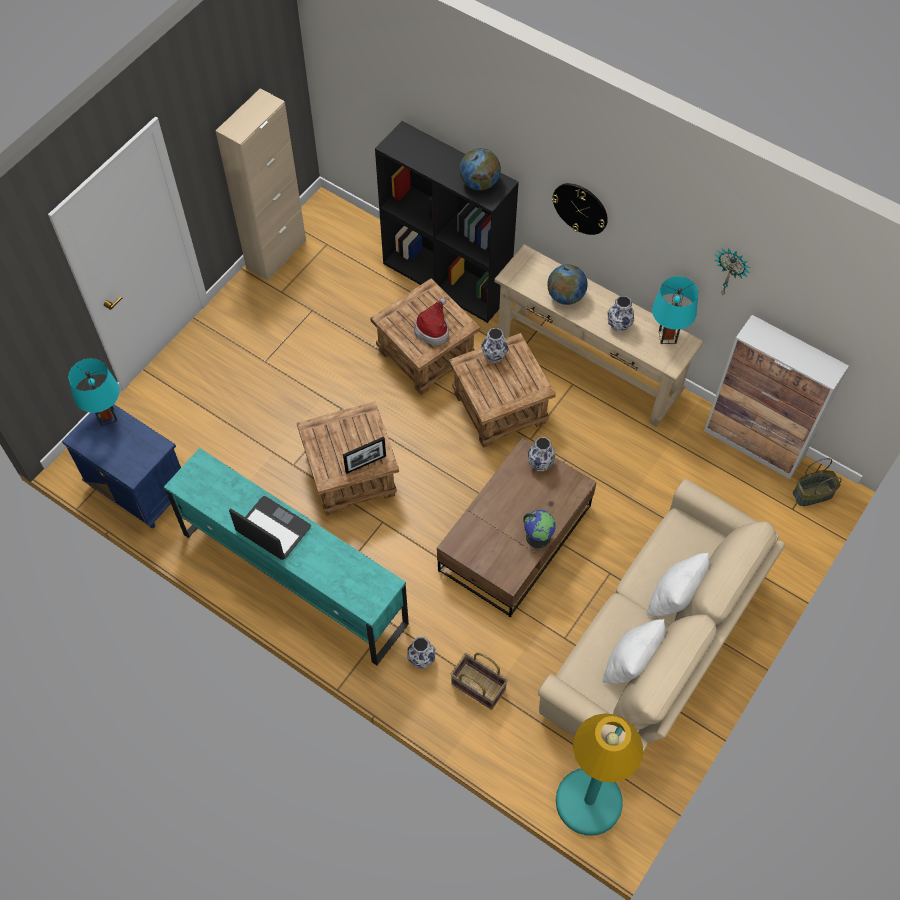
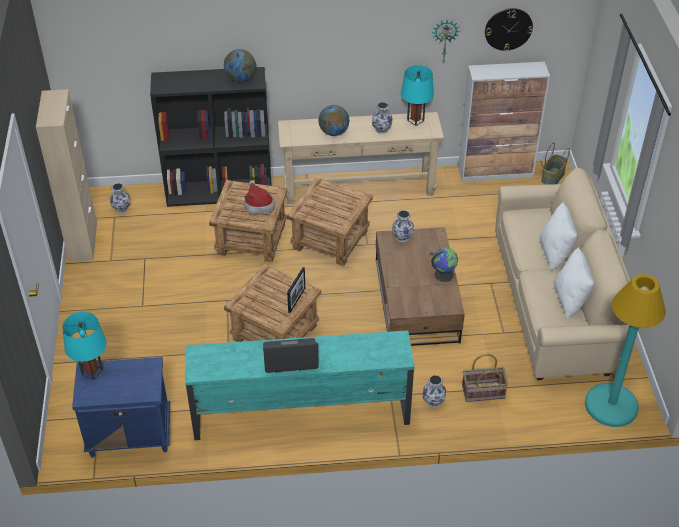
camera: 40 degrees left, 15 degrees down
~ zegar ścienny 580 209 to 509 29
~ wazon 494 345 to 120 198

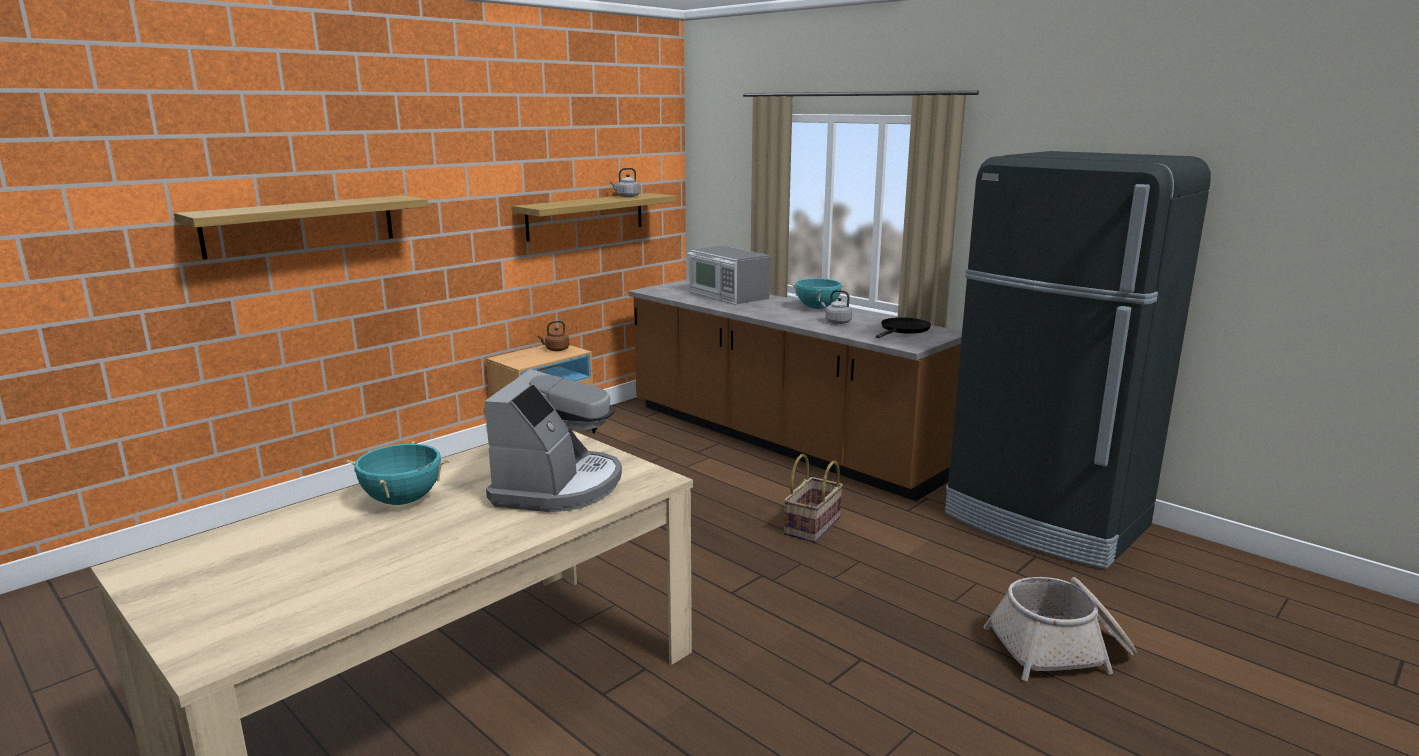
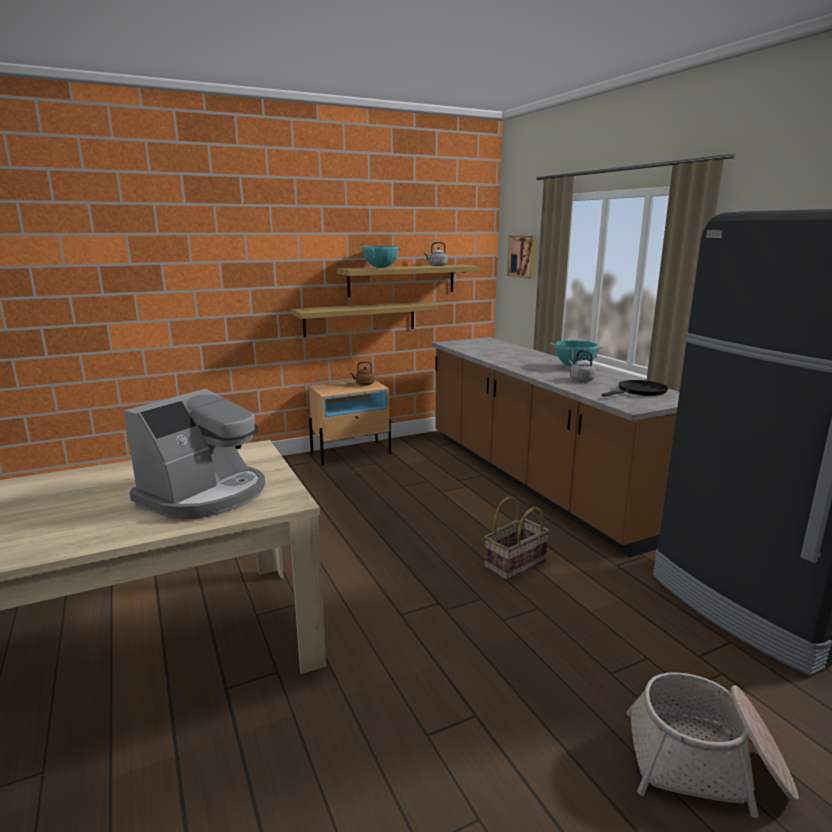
camera: 20 degrees right, 0 degrees up
~ półka 301 227 to 364 319
- mikrofalówka 729 275
~ garnek/turkusowy 398 473 to 381 257
+ obraz 522 257

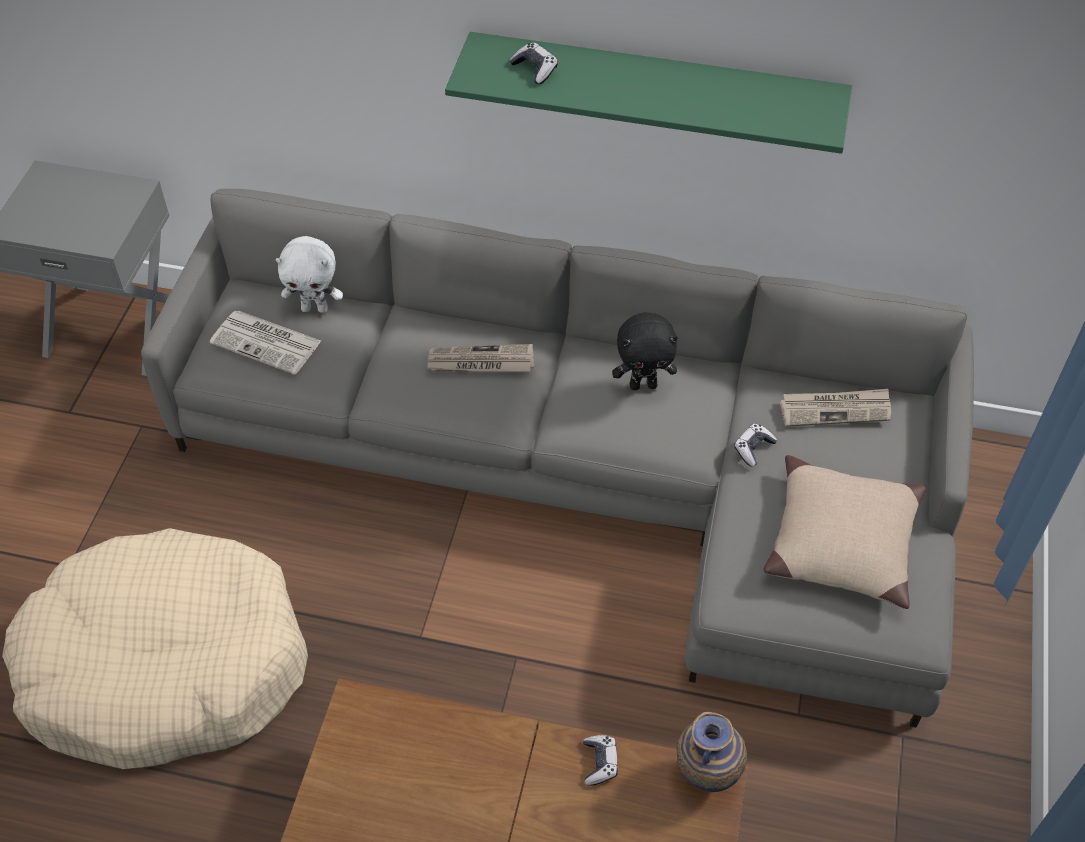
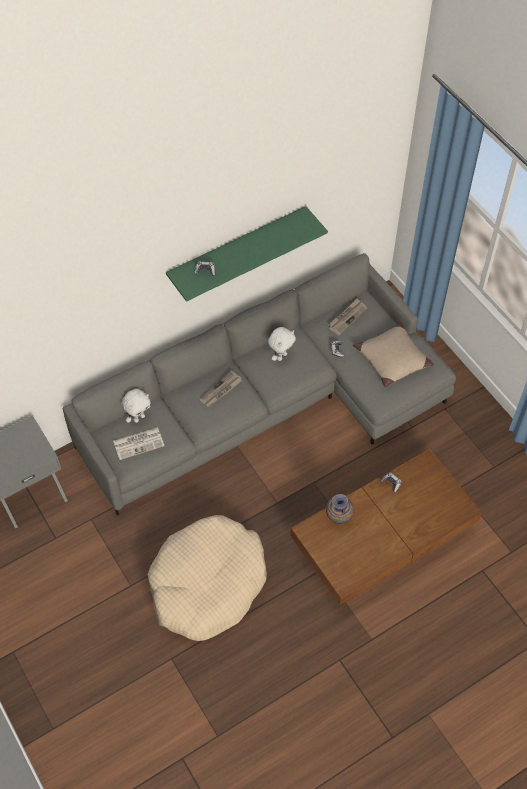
camera: 45 degrees left, 5 degrees up
~ pluszak/czarny 645 351 to pluszak/biały 282 344
~ wazon 711 752 to 340 509

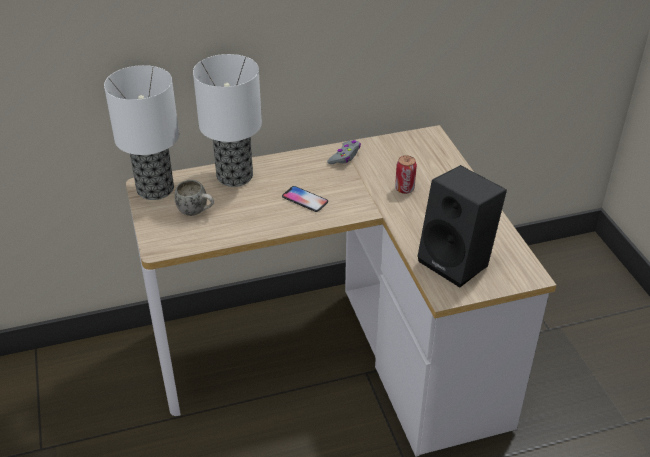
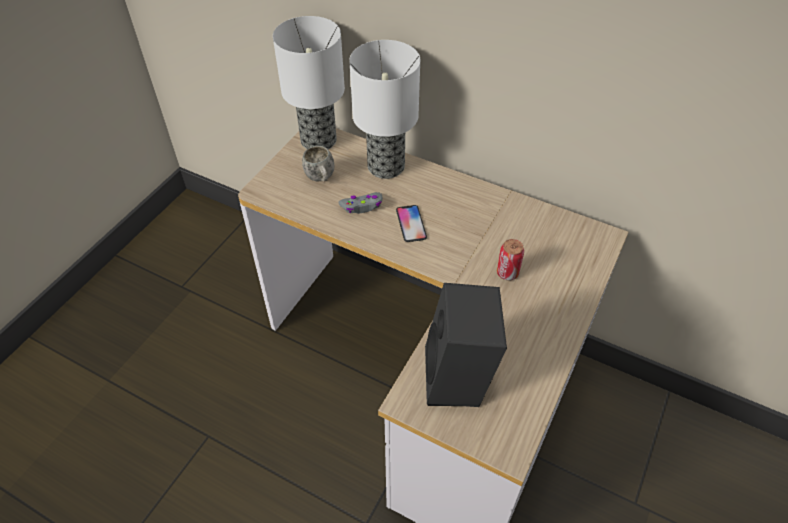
camera: 45 degrees right, 10 degrees up
~ pad do gier/szary 344 152 to 360 203

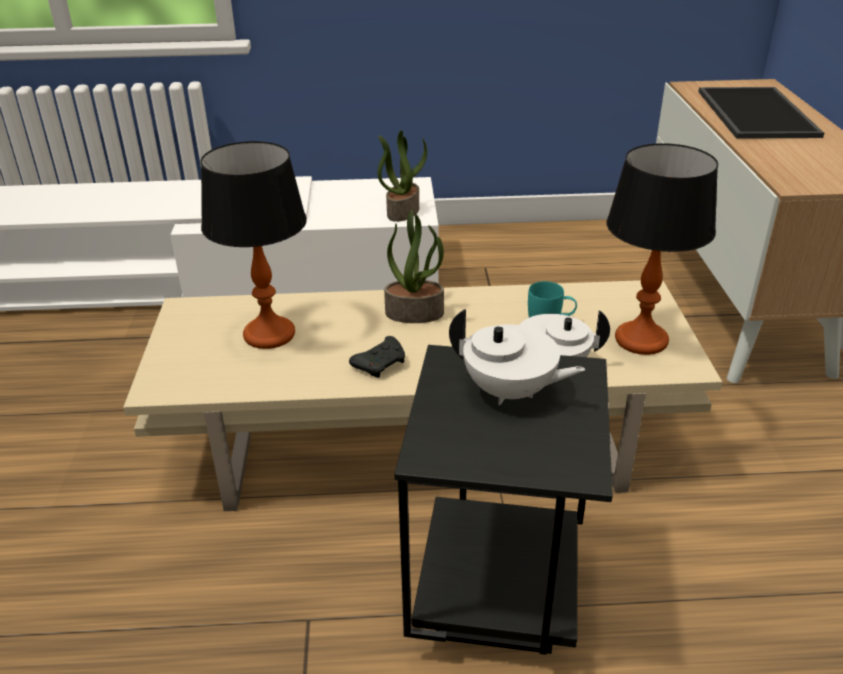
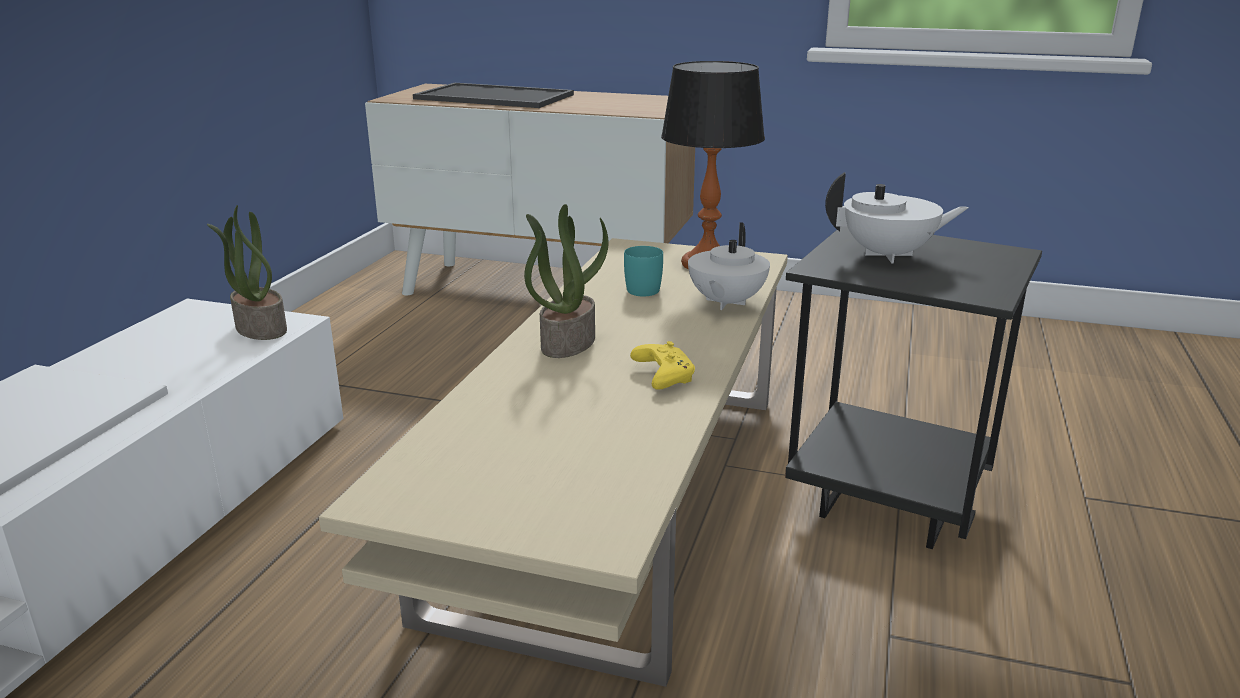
camera: 70 degrees left, 10 degrees down
- lampa stołowa 254 245
~ imbryk/biały 517 357 = 897 217 45 degrees clockwise
~ pad do gier/czarny 377 357 to pad do gier/żółty 662 365

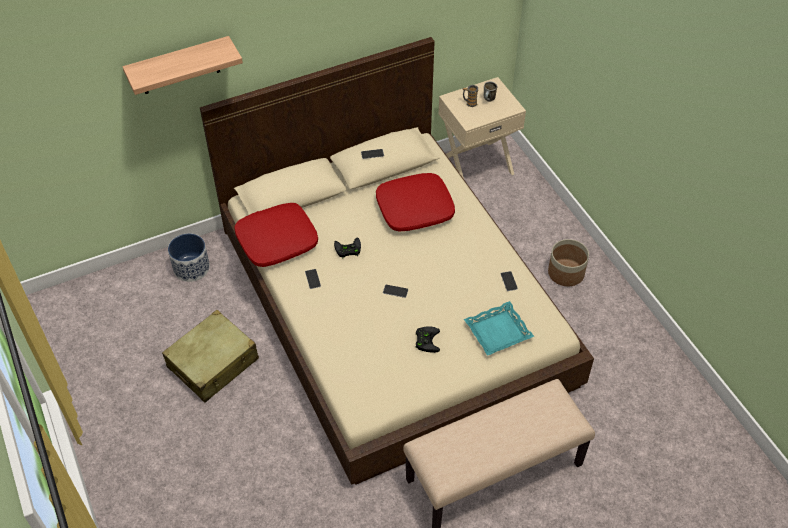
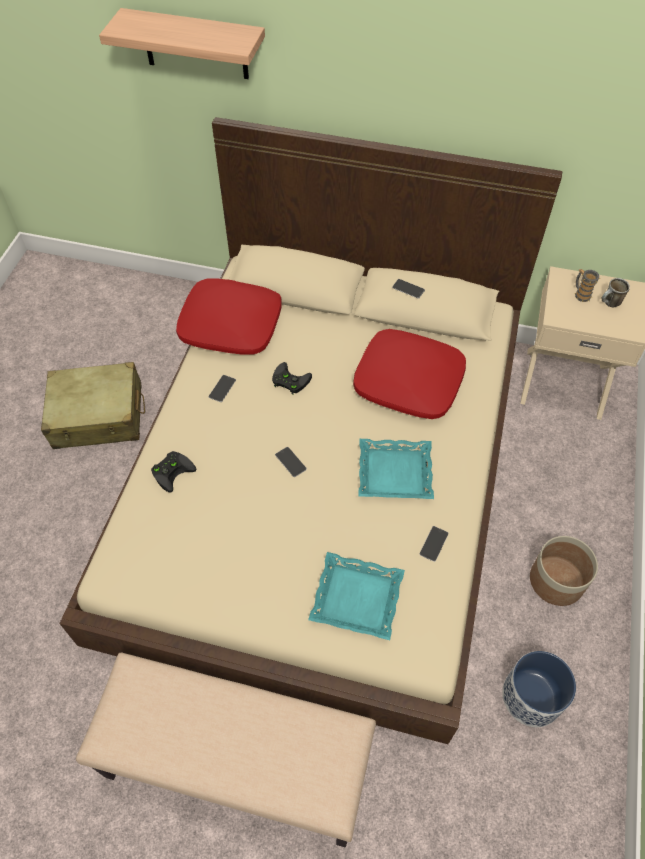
camera: 40 degrees right, 5 degrees up
~ donica 189 257 to 539 689
~ pad do gier/czarny 428 339 to 173 471
+ taca/turkusowy 396 469

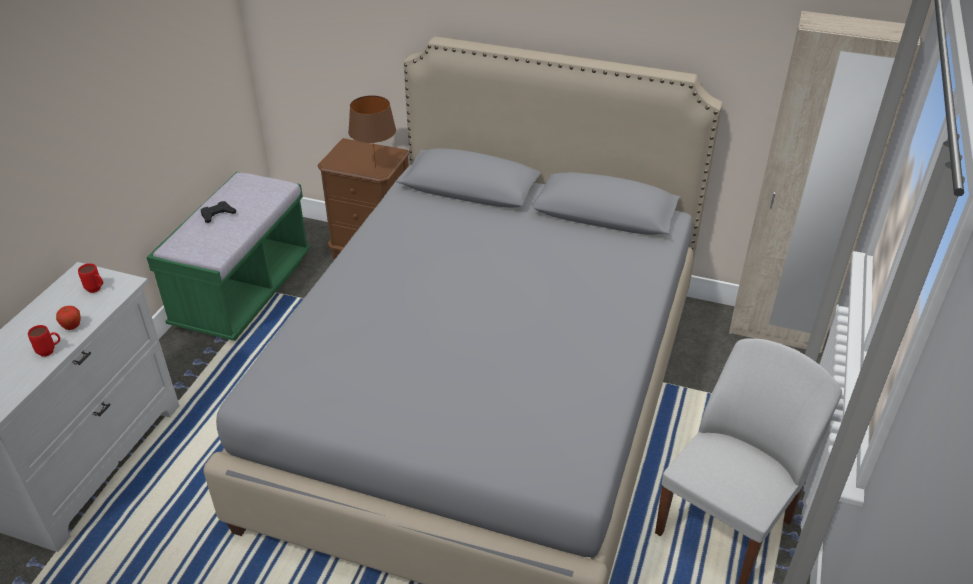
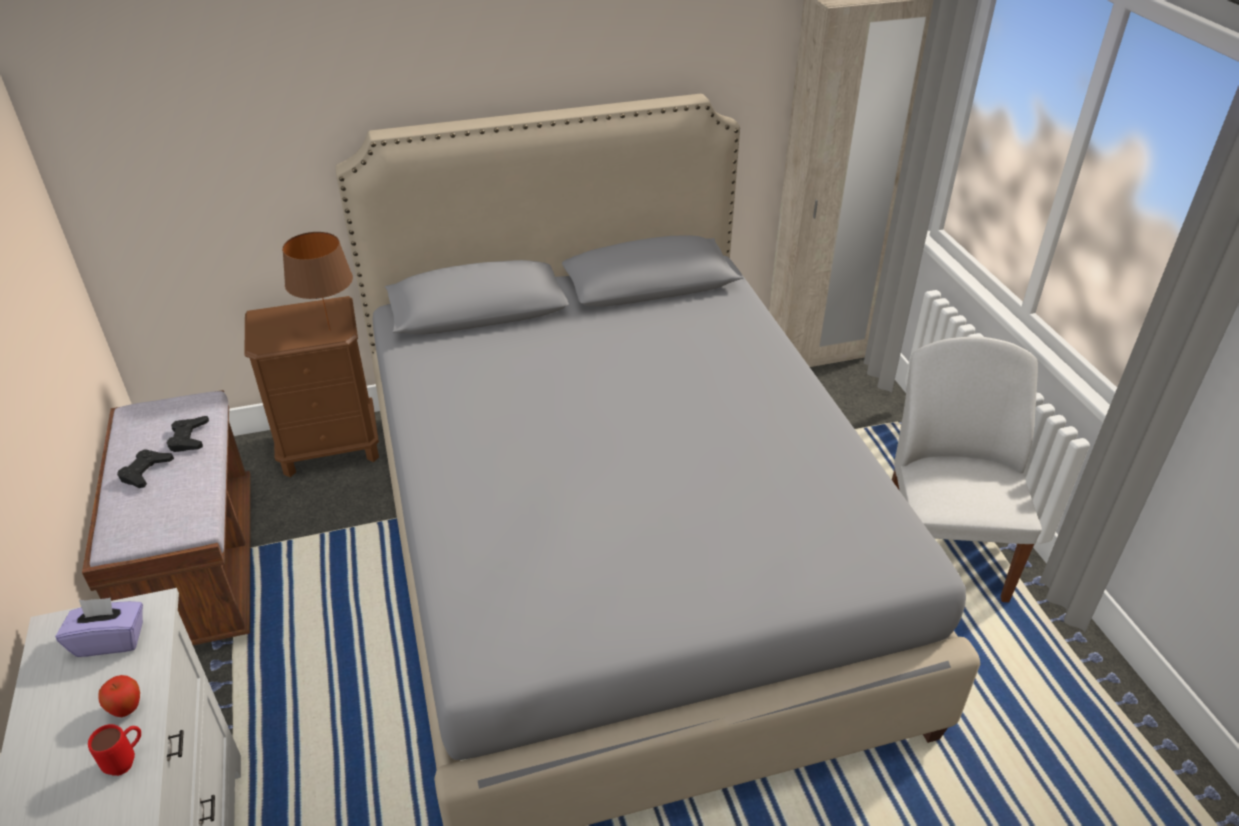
camera: 35 degrees left, 0 degrees up
~ ławka/zielony 228 256 to ławka/brązowy 166 517
~ kubek/czerwony 90 278 to pudełko chusteczek/fioletowy 99 627
+ pad do gier/czarny 188 434

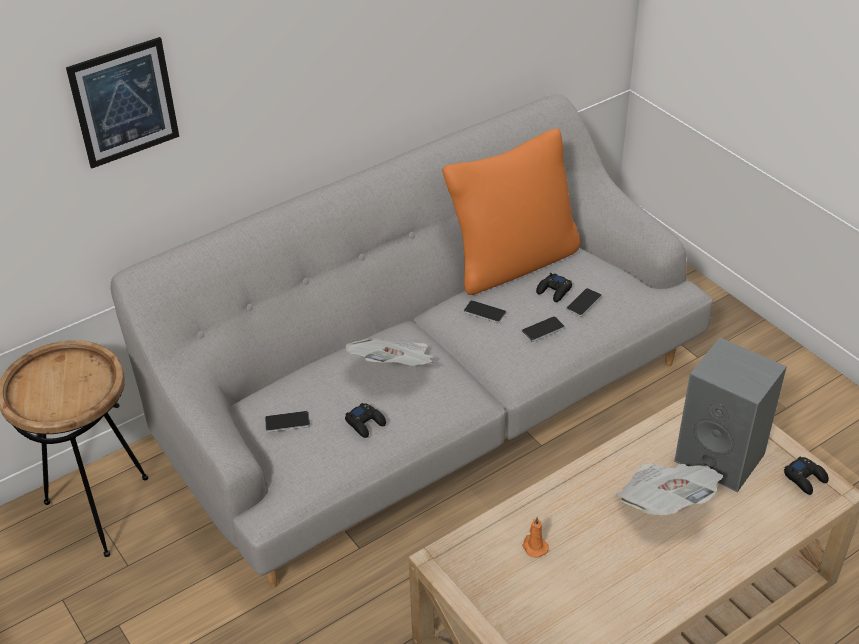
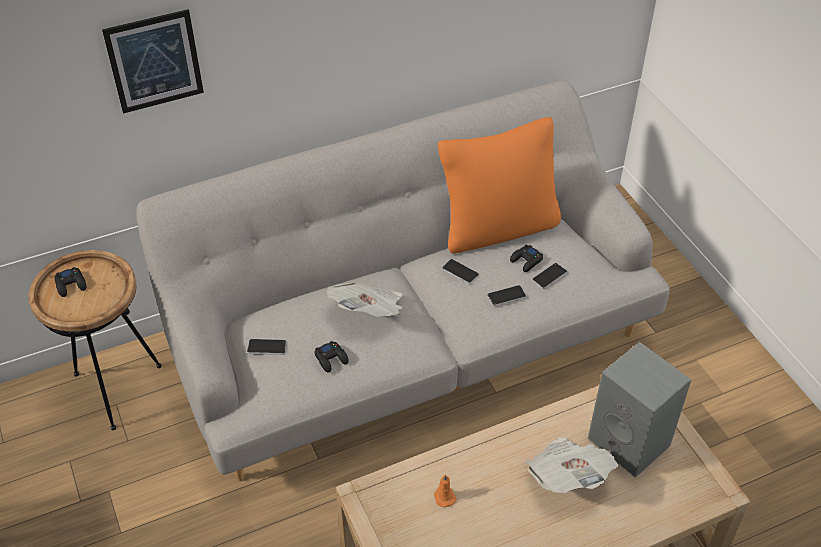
camera: 10 degrees right, 5 degrees up
~ pad do gier/czarny 806 476 to 70 282

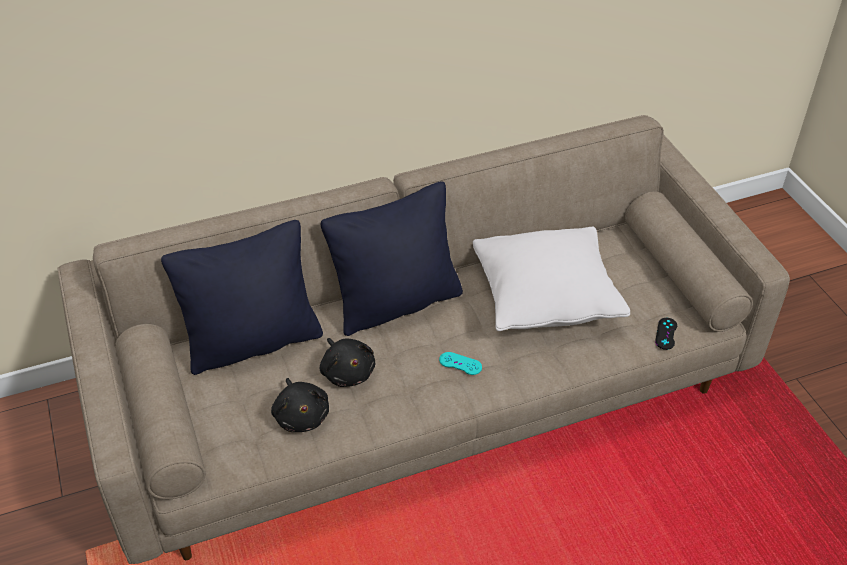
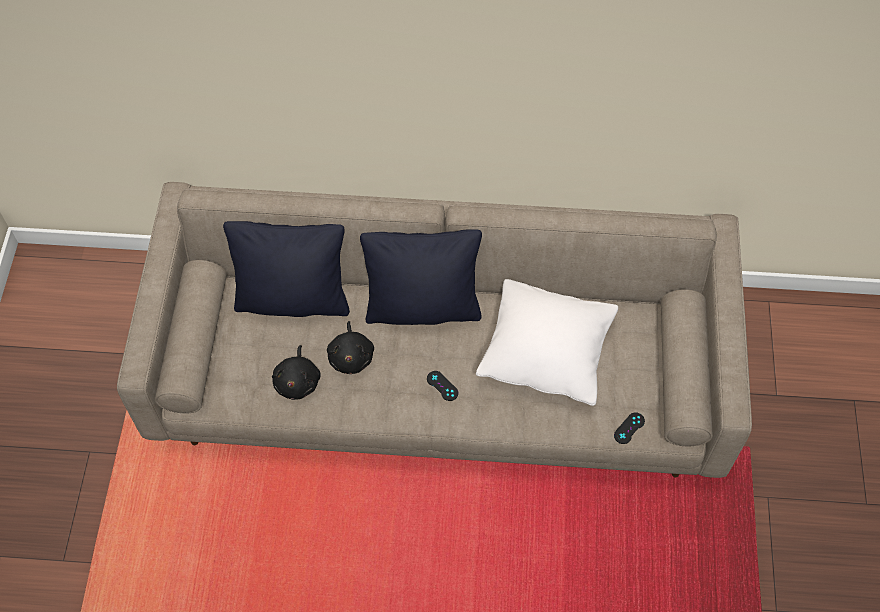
camera: 25 degrees right, 15 degrees up
~ pad do gier/turkusowy 460 363 to pad do gier/czarny 442 386

